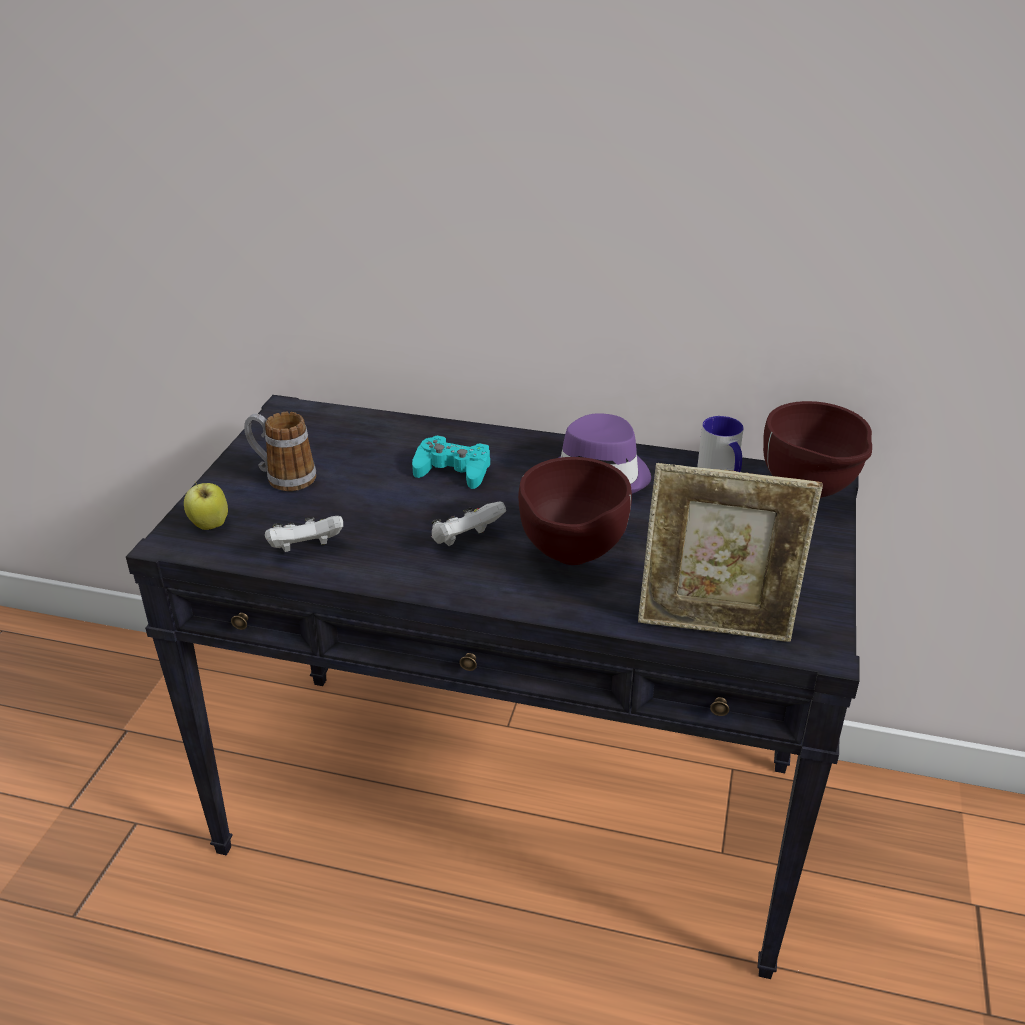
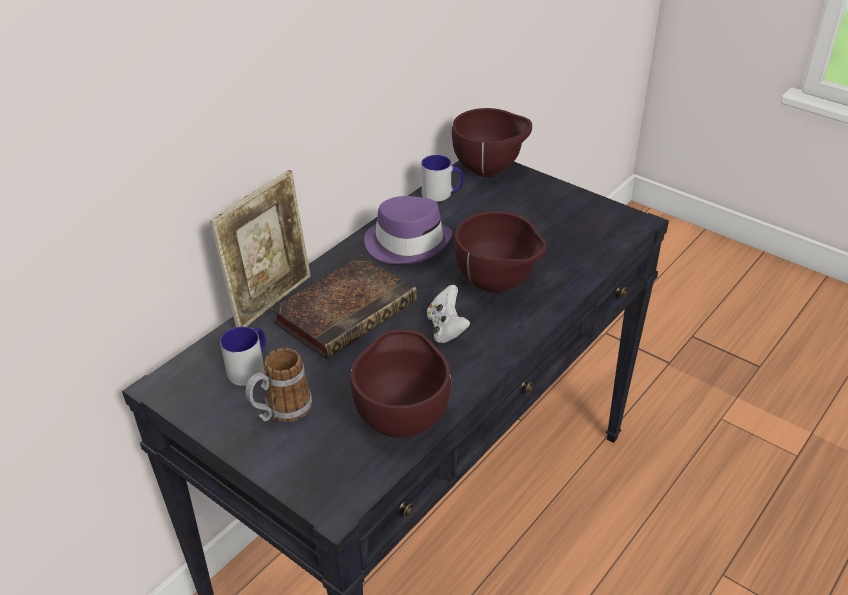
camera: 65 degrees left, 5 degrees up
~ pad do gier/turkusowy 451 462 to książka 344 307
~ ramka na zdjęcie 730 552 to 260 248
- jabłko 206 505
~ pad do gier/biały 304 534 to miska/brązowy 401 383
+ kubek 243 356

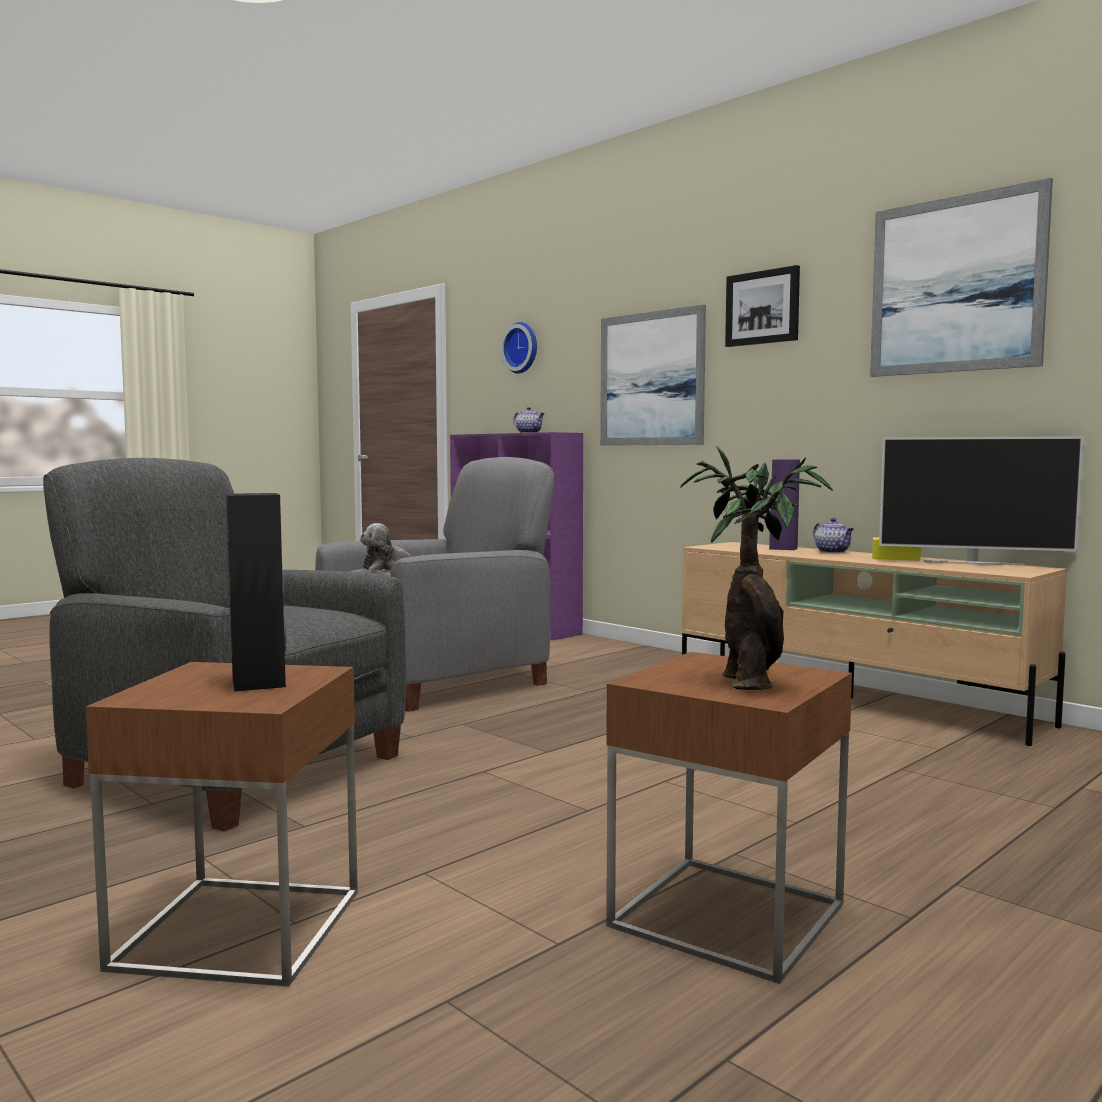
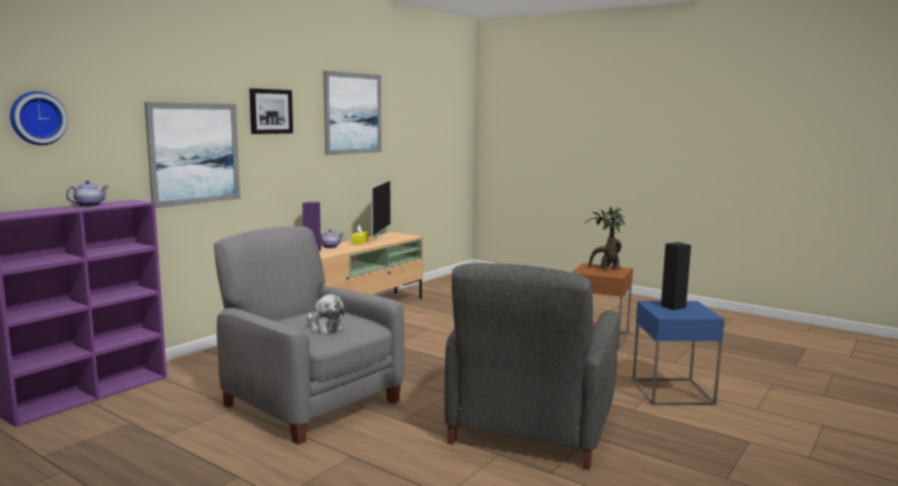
camera: 100 degrees left, 5 degrees up
~ stolik/brązowy 221 824 to stolik/niebieski 678 353

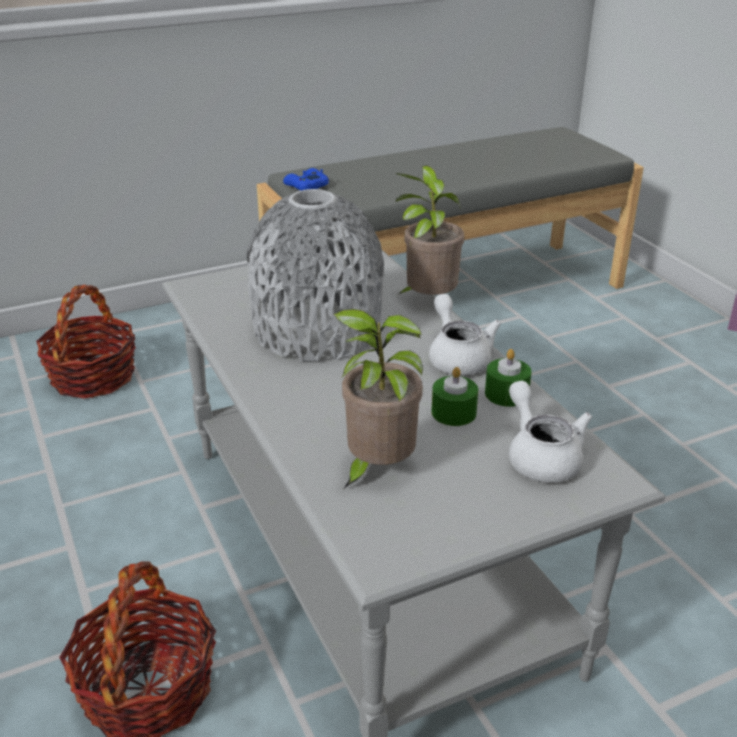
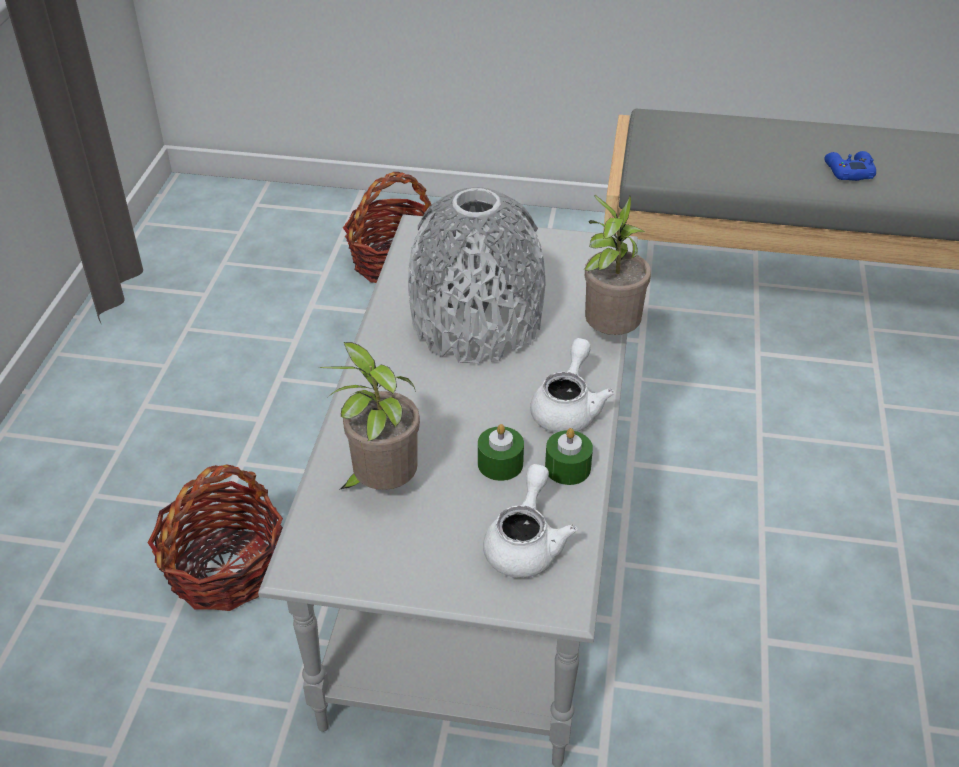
camera: 35 degrees right, 10 degrees up
~ pad do gier/niebieski 306 179 to 850 166

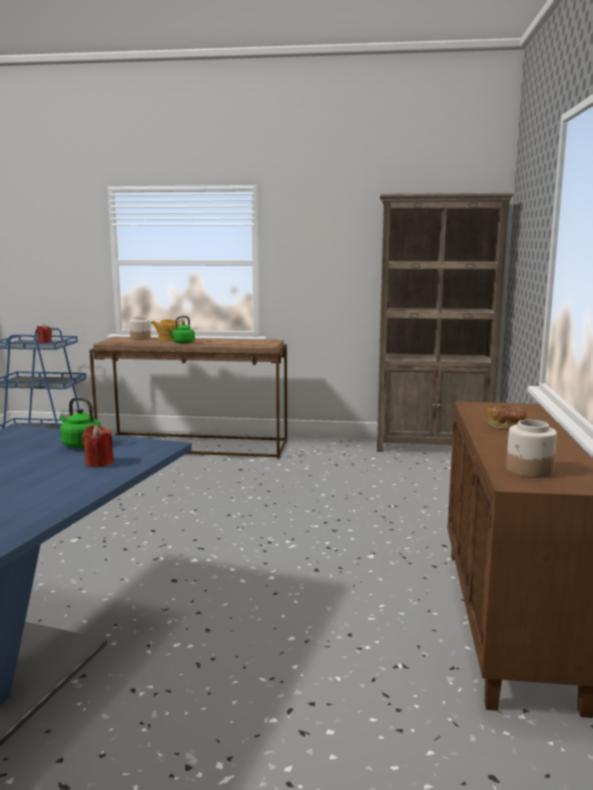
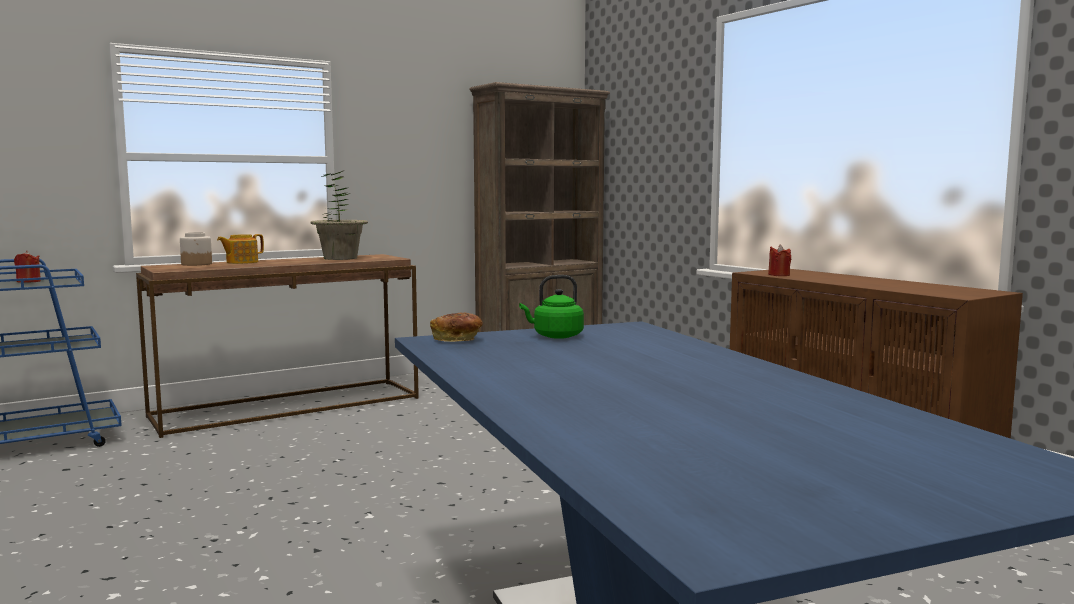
camera: 40 degrees left, 5 degrees down
- czajnik/zielony 181 330
~ chleb 507 417 to 456 327
- słoik 531 449
~ świeca/czerwony 98 446 to 779 260
+ roślina doniczkowa 339 215

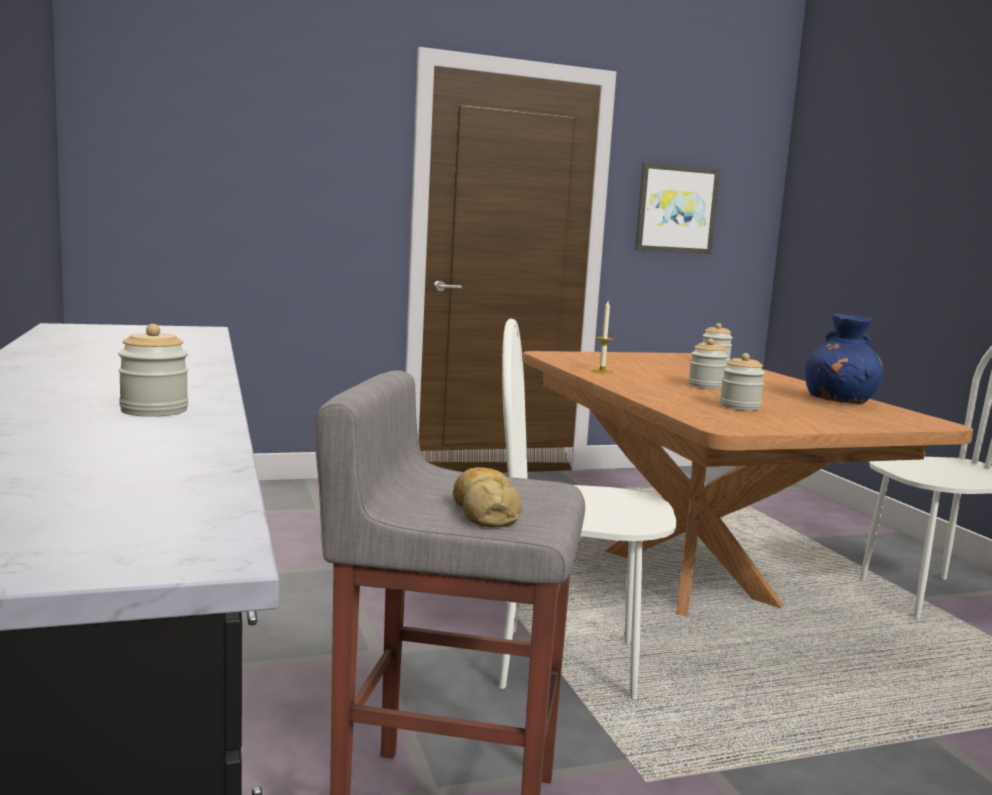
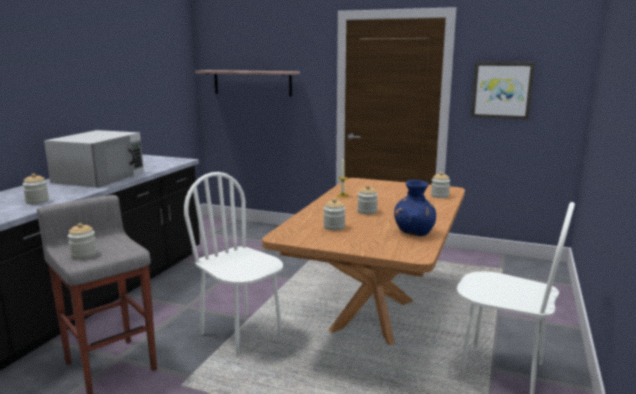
camera: 40 degrees right, 5 degrees up
~ chleb 487 497 to słoik 82 241
+ półka 247 83
+ mikrofalówka/biały 94 159

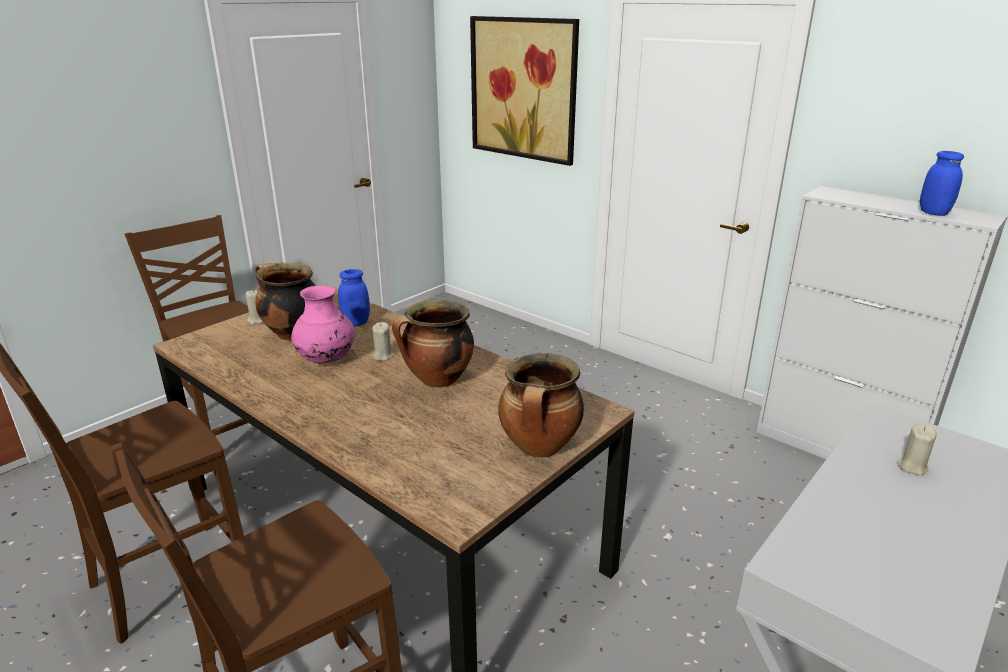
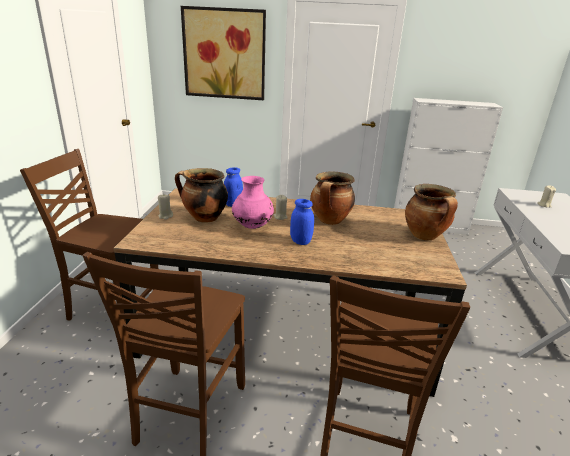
camera: 35 degrees left, 0 degrees up
~ słoik/niebieski 942 183 to 302 222

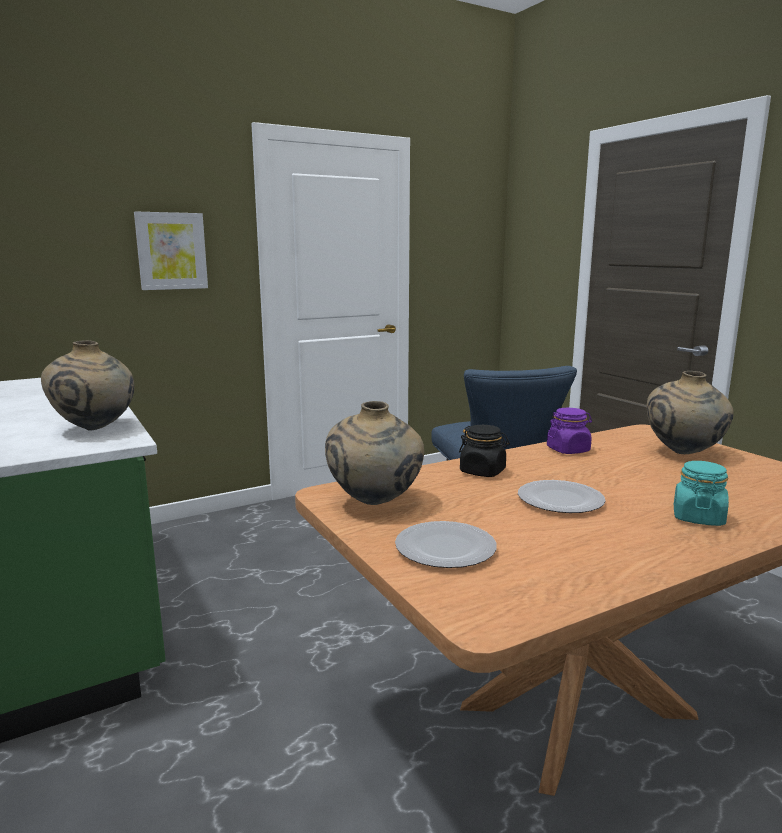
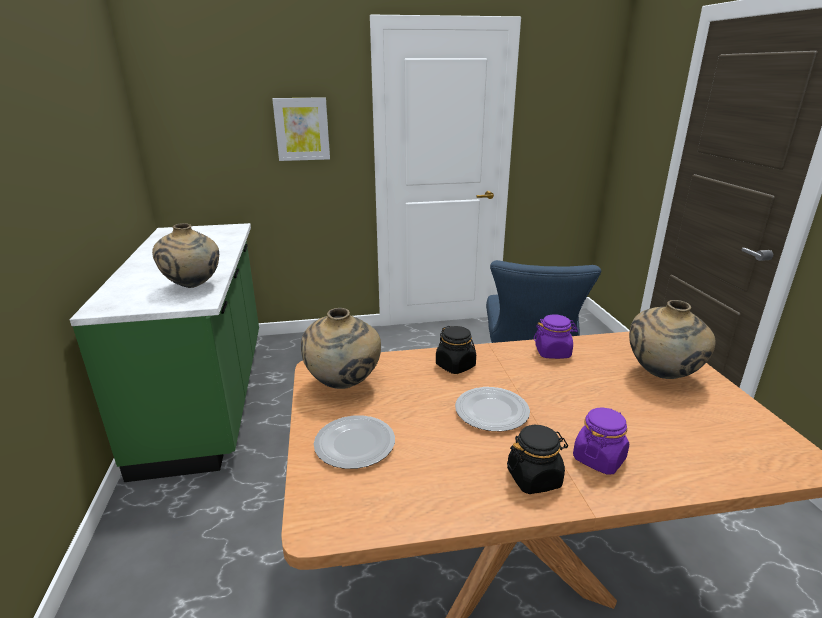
camera: 20 degrees right, 10 degrees up
~ słoik/turkusowy 701 493 to słoik/fioletowy 601 441
+ słoik/czarny 537 459

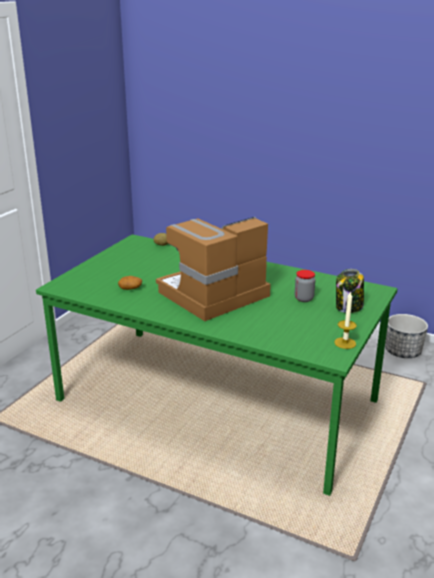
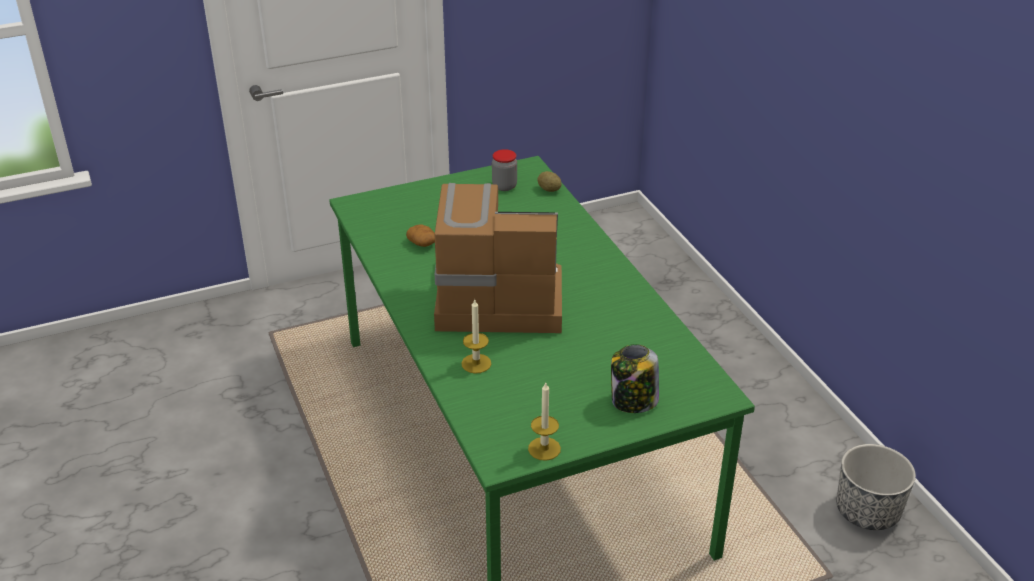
camera: 40 degrees right, 10 degrees up
~ słoik 305 286 to 504 170
+ świeca 476 337

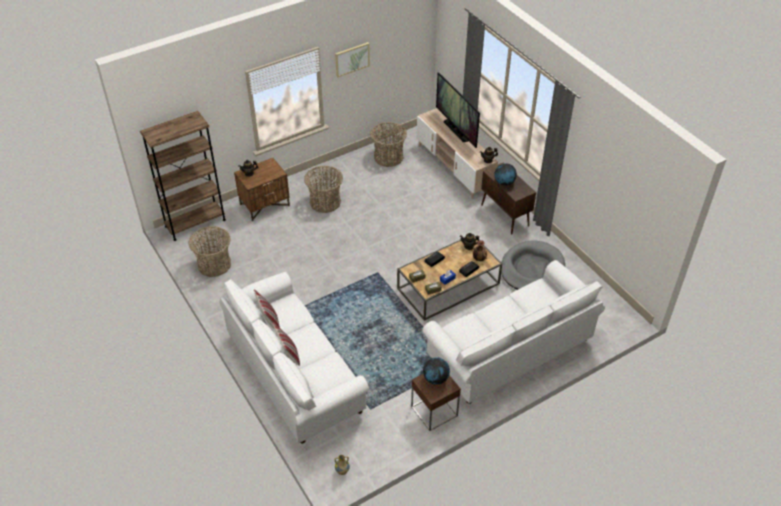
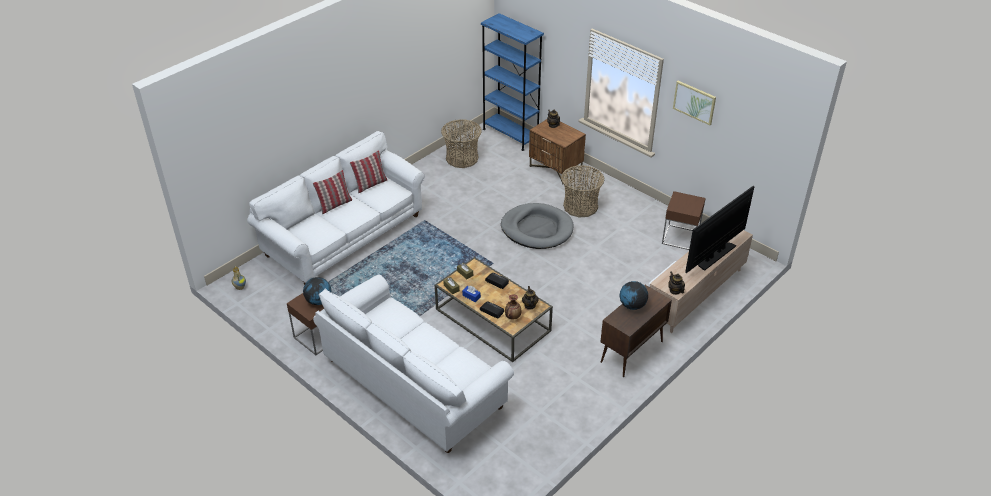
camera: 75 degrees right, 5 degrees down
~ regał/brązowy 183 176 to regał/niebieski 512 82
~ koszyk 388 144 to stolik/brązowy 684 220
~ legowisko/szary 533 265 to 537 226

